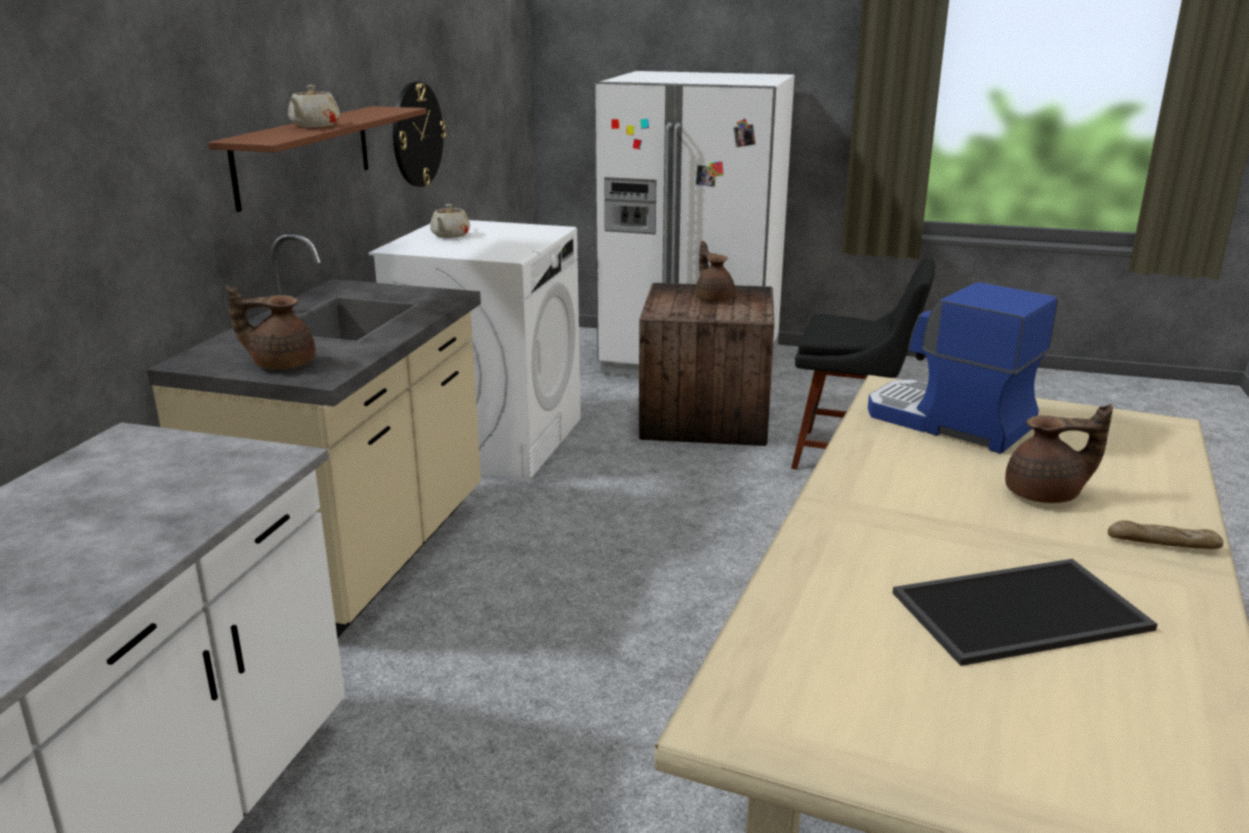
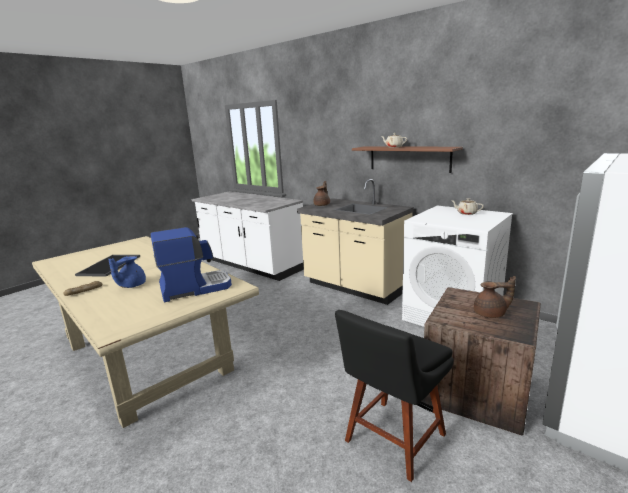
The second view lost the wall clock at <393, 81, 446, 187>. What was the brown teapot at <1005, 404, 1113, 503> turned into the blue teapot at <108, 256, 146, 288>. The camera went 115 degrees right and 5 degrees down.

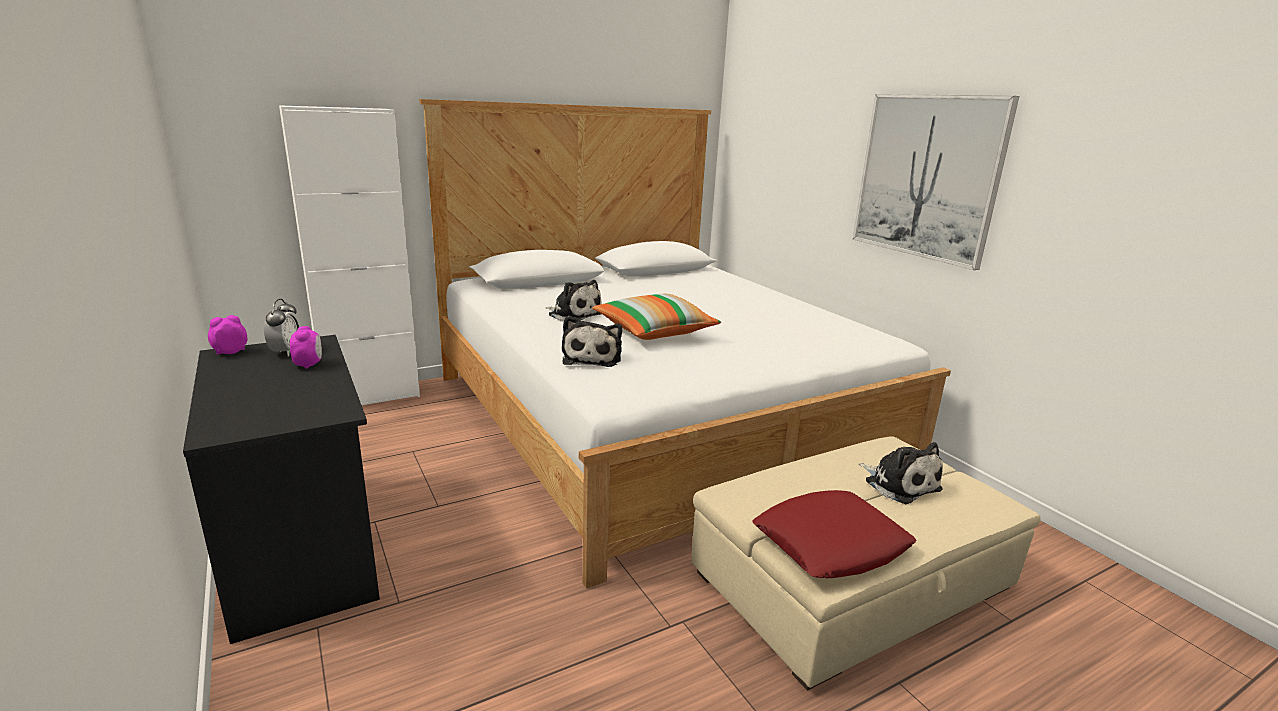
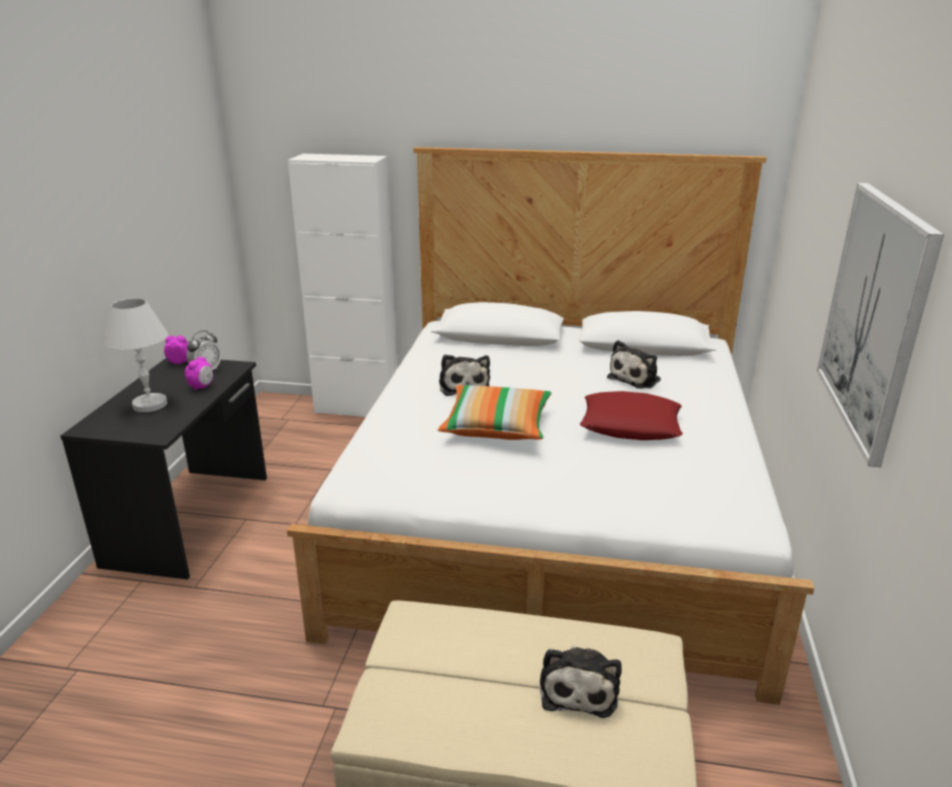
The second view gained the white table lamp at <103, 298, 168, 412>. The plush toy ended up elsewhere, having gone from <562, 316, 622, 367> to <607, 340, 661, 389>. The red pillow ended up elsewhere, having gone from <753, 490, 917, 578> to <580, 391, 683, 440>. The camera went 40 degrees right and 5 degrees up.

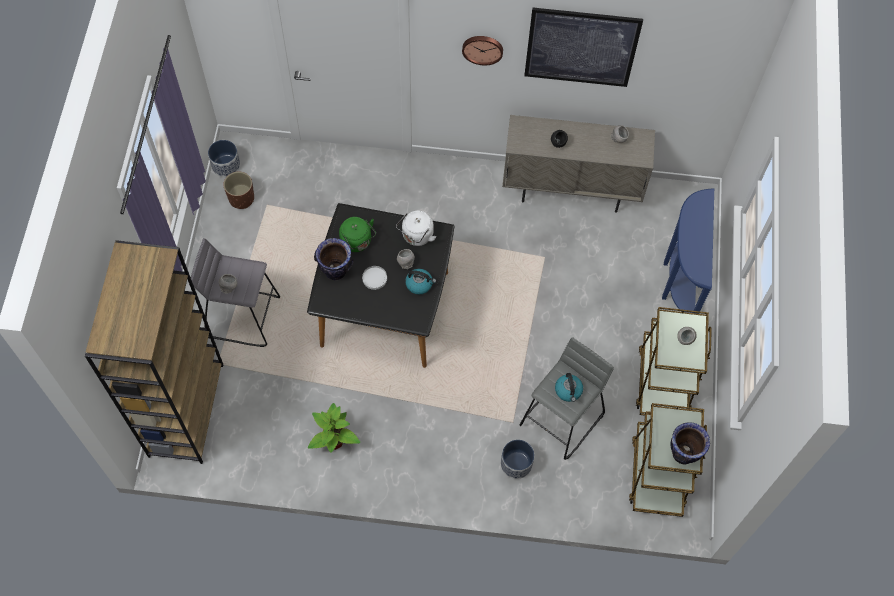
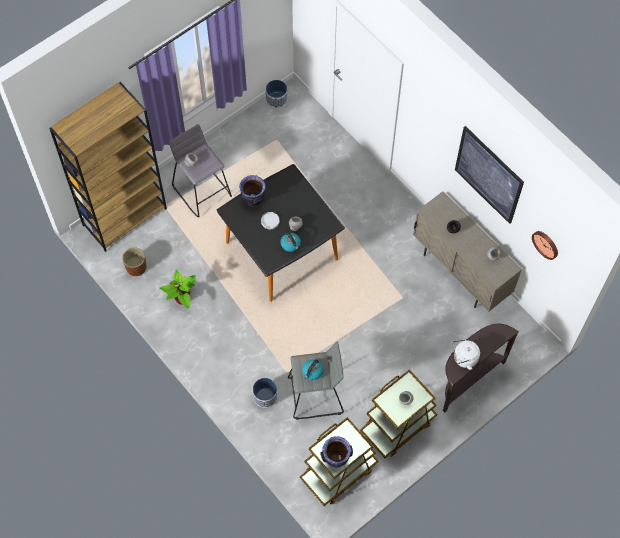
The second view lost the green kettle at <339, 217, 376, 252>. The brown planter ended up elsewhere, having gone from <223, 172, 254, 209> to <122, 247, 147, 276>. The white kettle ended up elsewhere, having gone from <396, 211, 436, 246> to <452, 339, 480, 370>. The wall clock ended up elsewhere, having gone from <462, 36, 503, 65> to <532, 231, 558, 260>. What was the blue console table at <662, 188, 714, 314> turned into the brown console table at <443, 324, 519, 412>. The camera went 45 degrees right and 0 degrees up.

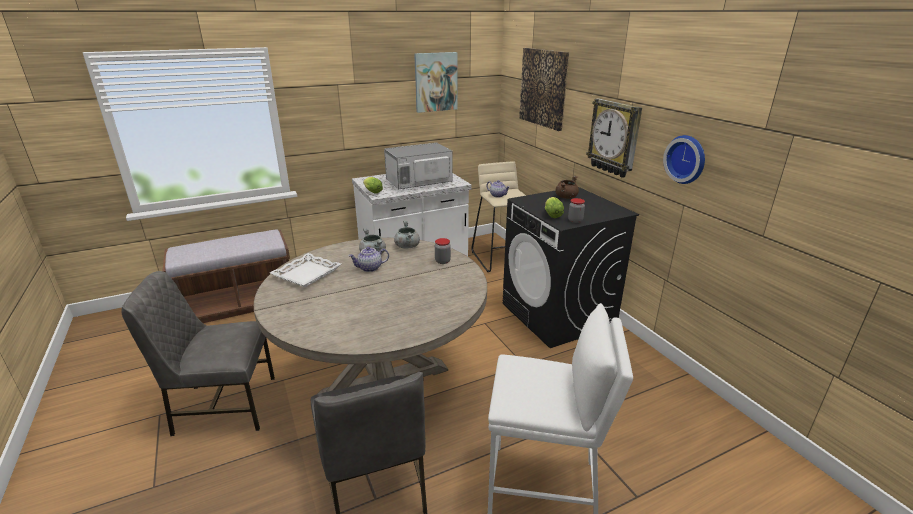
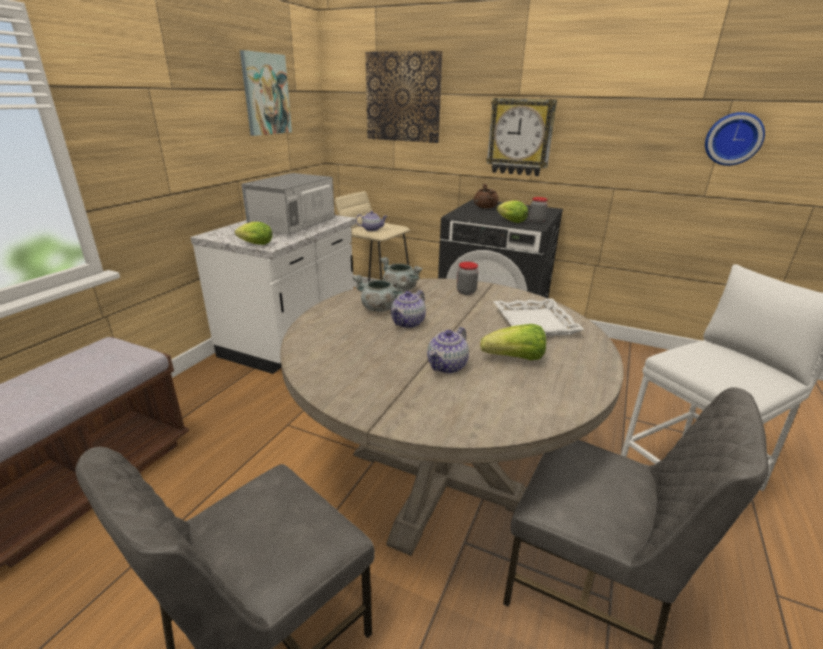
The second view gained the teapot at <427, 327, 469, 373>. The second view gained the lettuce at <480, 324, 546, 360>. The white tray ended up elsewhere, having gone from <270, 253, 341, 287> to <493, 298, 585, 336>. The wall clock ended up elsewhere, having gone from <663, 135, 705, 184> to <705, 112, 765, 166>. The camera went 40 degrees left and 0 degrees up.

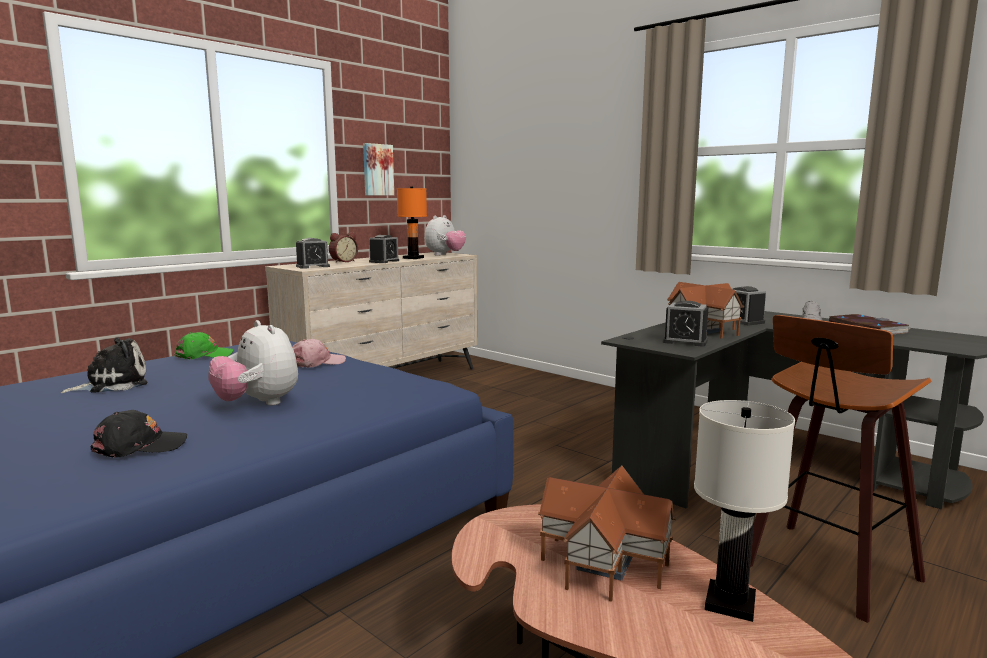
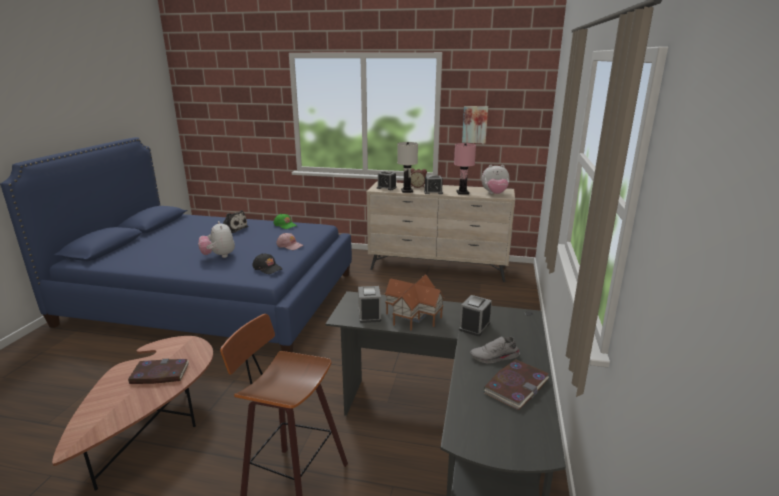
The black cap ended up elsewhere, having gone from <90, 410, 188, 458> to <252, 253, 282, 274>. The white table lamp ended up elsewhere, having gone from <694, 400, 795, 622> to <397, 142, 418, 193>. Where the toy house stood at <538, 465, 676, 602>, the book came to stand at <128, 359, 189, 384>. What was the orange table lamp at <397, 187, 427, 259> turned into the pink table lamp at <454, 143, 476, 195>. The plush toy at <208, 320, 298, 406> ended up facing another way, 45 degrees counterclockwise from before. The camera went 60 degrees right and 10 degrees up.

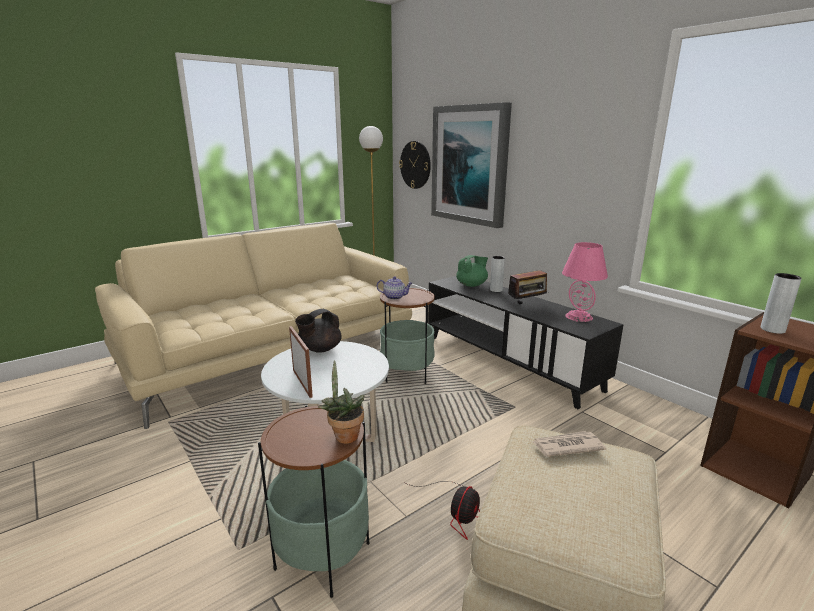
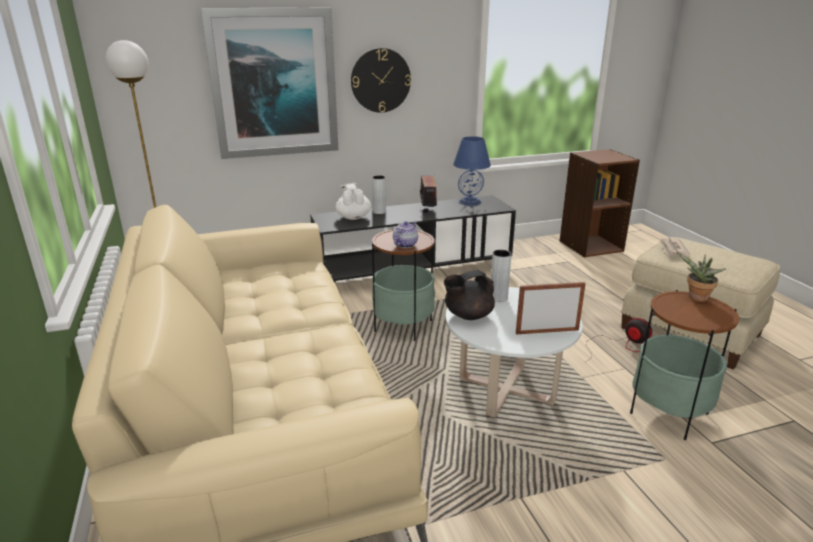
The wall clock ended up elsewhere, having gone from <399, 141, 431, 189> to <351, 48, 411, 113>. The grey vase ended up elsewhere, having gone from <760, 273, 802, 334> to <491, 250, 511, 302>. What was the green teapot at <456, 255, 488, 287> turned into the white teapot at <336, 183, 371, 220>. What was the pink table lamp at <562, 242, 608, 322> turned into the blue table lamp at <453, 136, 491, 206>. The black teapot at <295, 309, 342, 352> ended up facing another way, 90 degrees clockwise from before. The camera went 70 degrees left and 5 degrees up.

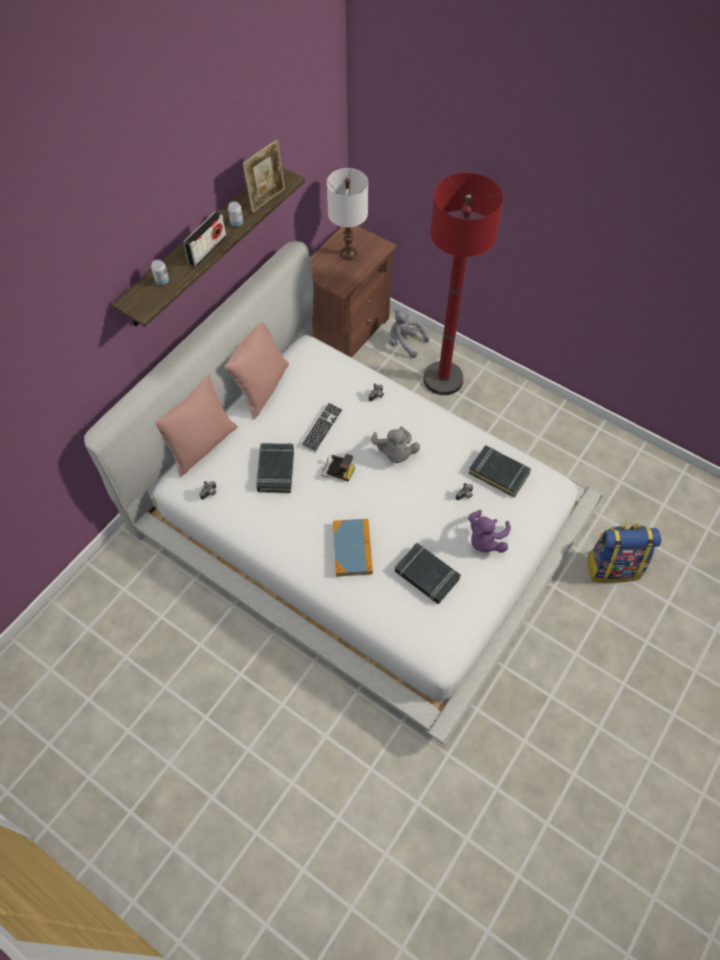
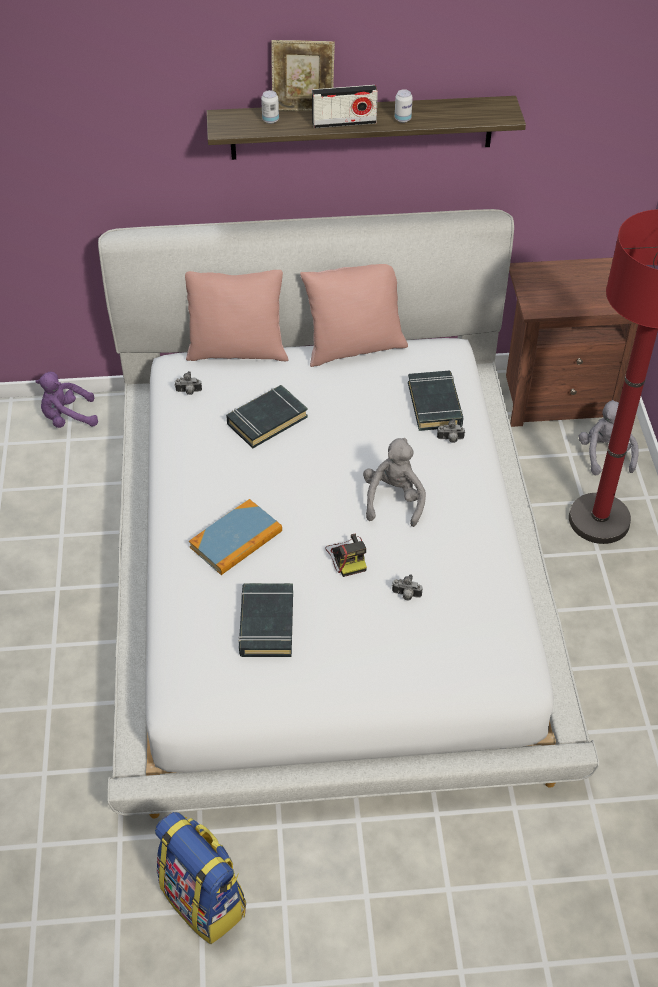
The second view lost the keyboard at <301, 402, 343, 453>. The second view lost the white table lamp at <327, 168, 368, 260>. The picture frame ended up elsewhere, having gone from <243, 139, 285, 212> to <271, 40, 335, 111>. The photo camera ended up elsewhere, having gone from <321, 454, 355, 482> to <326, 534, 367, 577>. The purple plush toy ended up elsewhere, having gone from <468, 510, 511, 553> to <35, 372, 98, 428>. The black book ended up elsewhere, having gone from <469, 445, 531, 498> to <408, 371, 463, 431>. The backpack ended up elsewhere, having gone from <587, 523, 661, 583> to <155, 812, 246, 944>. The grey plush toy at <371, 427, 420, 463> ended up facing another way, 150 degrees clockwise from before. The camera went 50 degrees right and 10 degrees down.

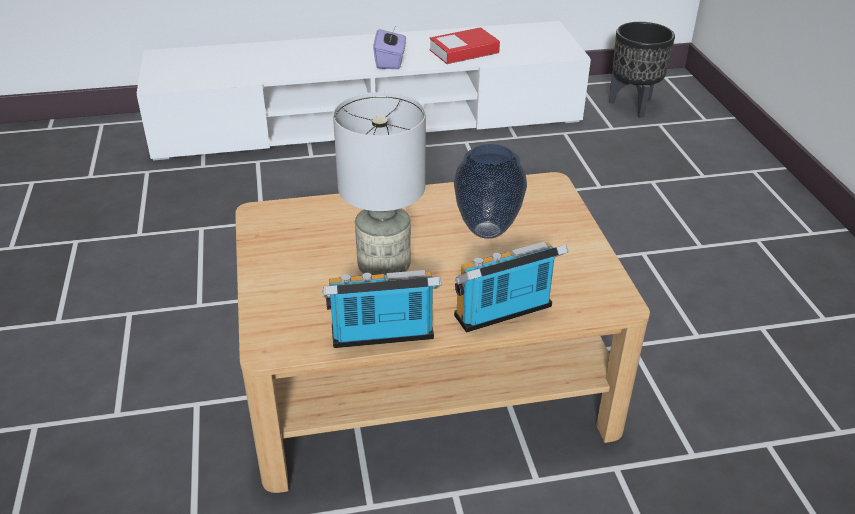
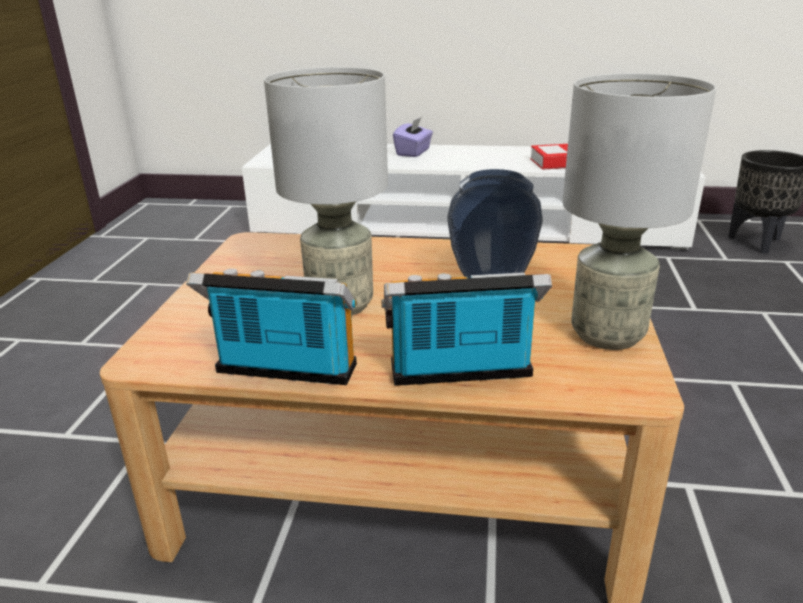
The second view gained the grey table lamp at <563, 73, 716, 350>. The purple tissue box ended up elsewhere, having gone from <373, 25, 406, 69> to <393, 117, 433, 157>. The camera went 20 degrees right and 10 degrees down.

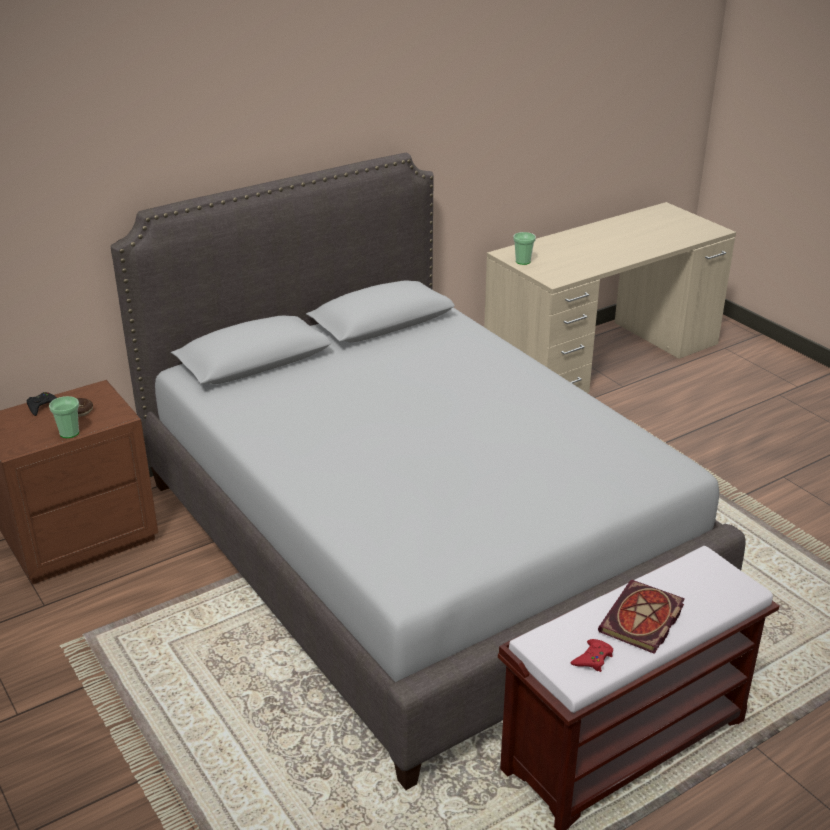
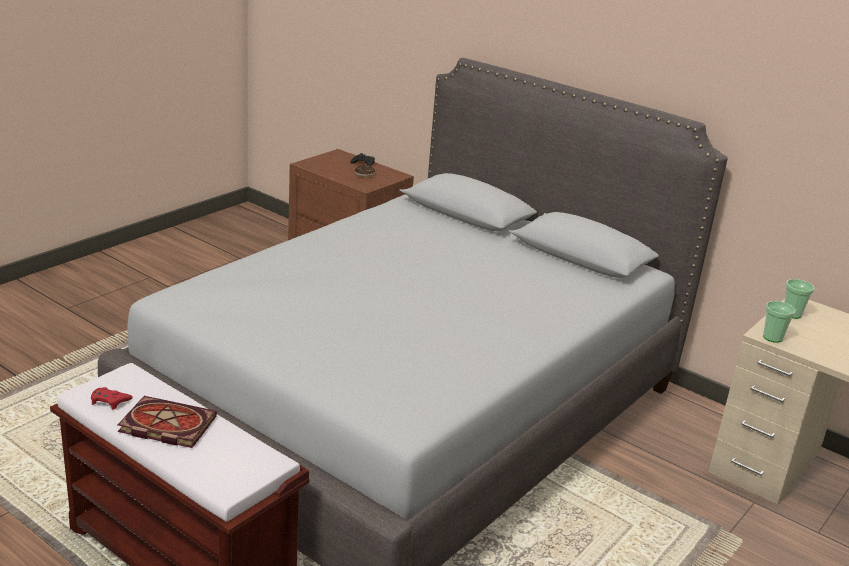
The cup ended up elsewhere, having gone from <49, 396, 79, 438> to <763, 301, 796, 343>. The camera went 70 degrees right and 5 degrees down.

